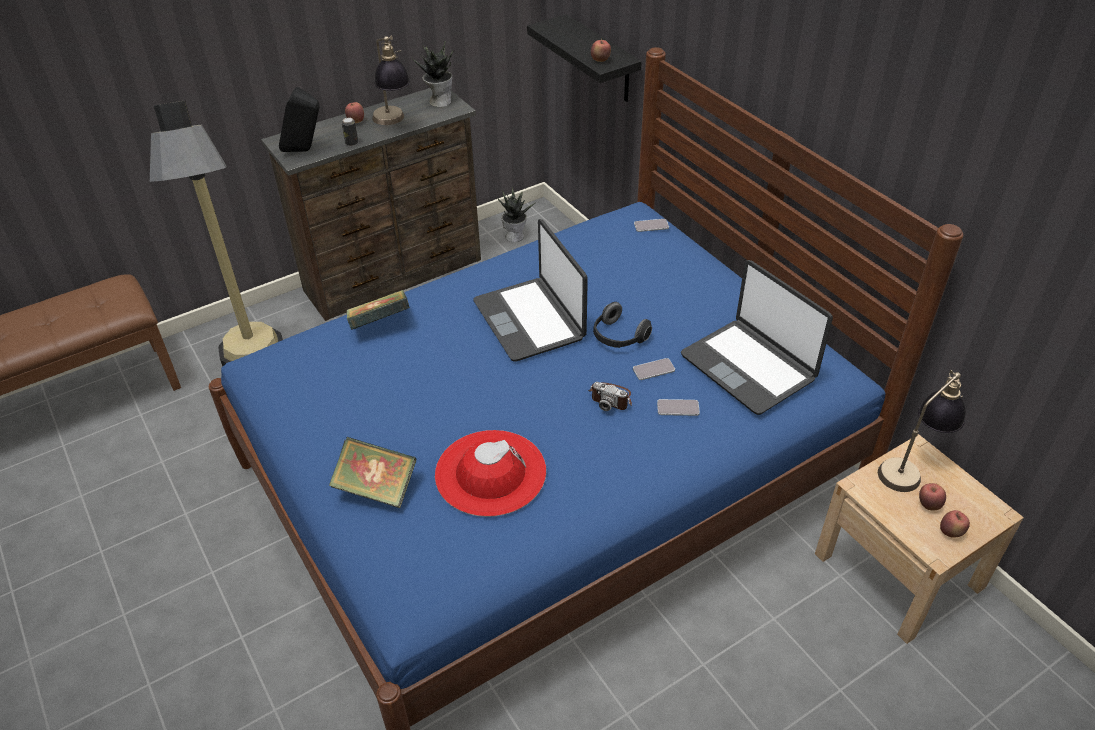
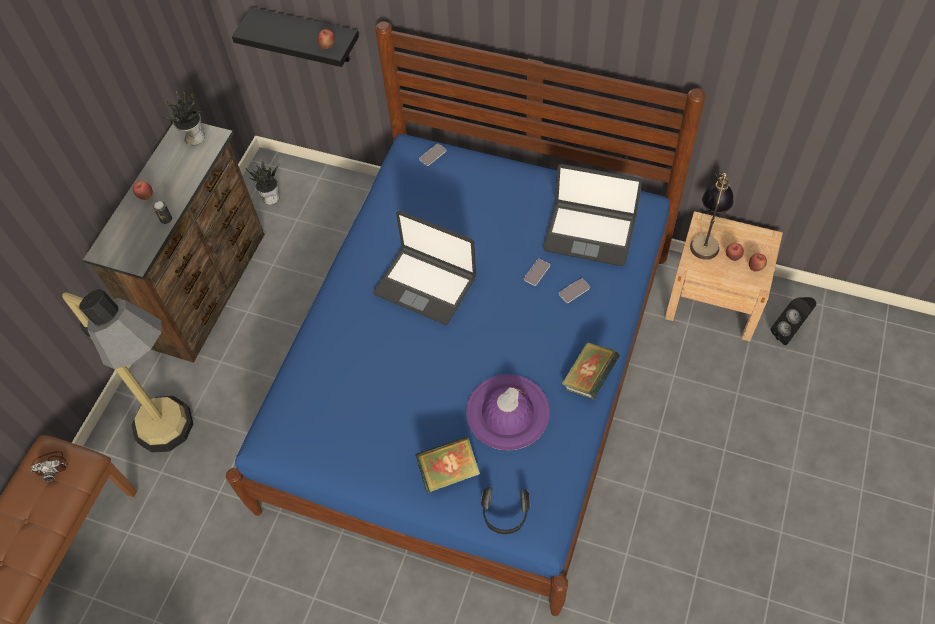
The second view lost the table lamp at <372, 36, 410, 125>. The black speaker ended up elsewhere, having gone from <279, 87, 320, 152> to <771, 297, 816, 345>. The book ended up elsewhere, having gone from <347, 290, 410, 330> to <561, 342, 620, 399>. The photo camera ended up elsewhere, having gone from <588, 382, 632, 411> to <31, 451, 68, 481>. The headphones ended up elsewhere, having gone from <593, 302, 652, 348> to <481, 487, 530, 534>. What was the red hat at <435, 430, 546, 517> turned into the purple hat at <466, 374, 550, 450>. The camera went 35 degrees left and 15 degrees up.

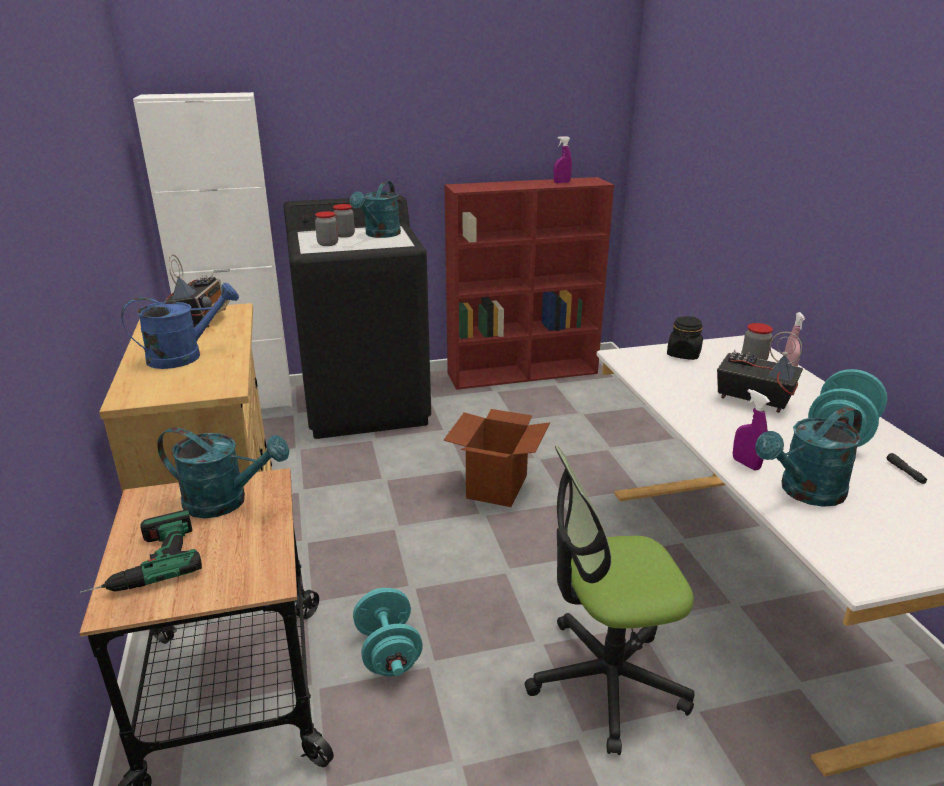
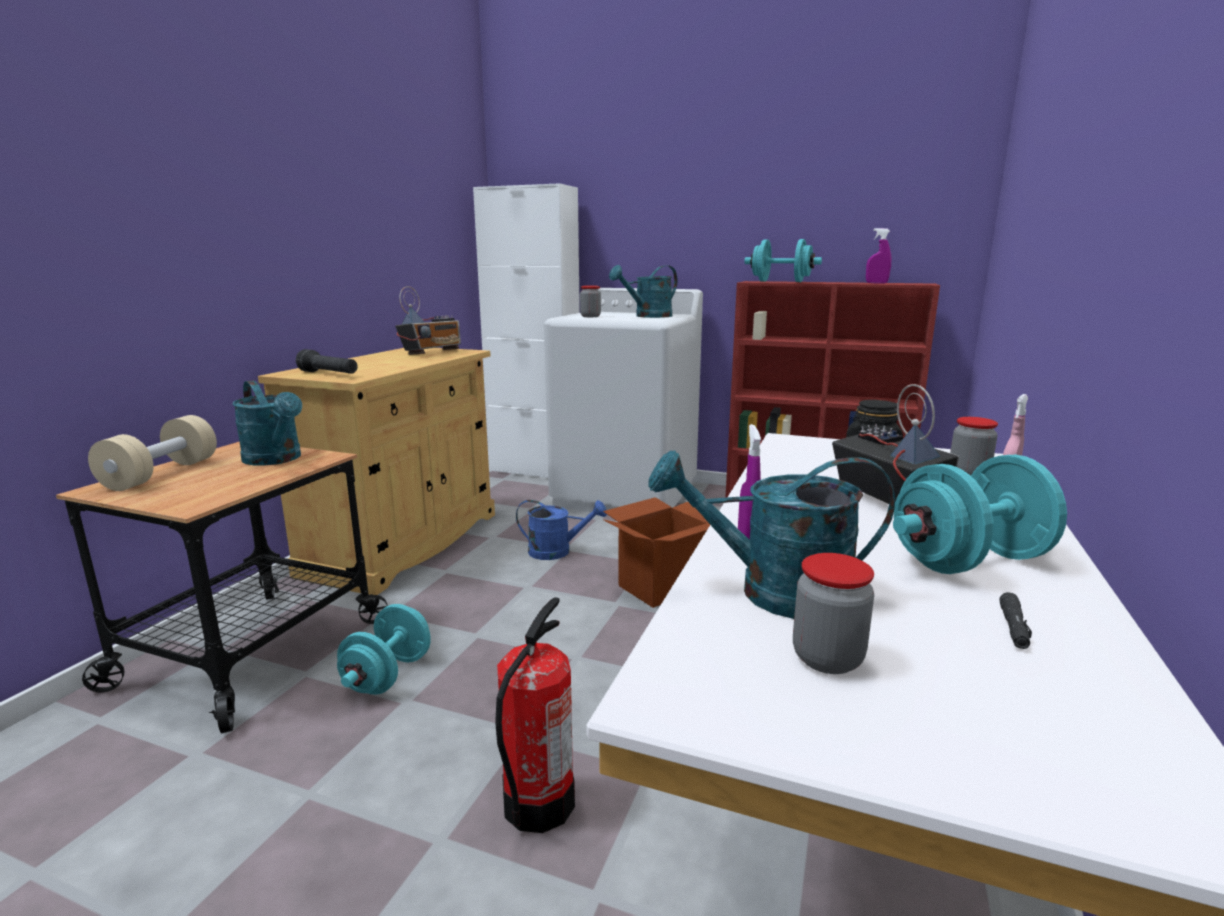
The second view gained the black flashlight at <296, 349, 358, 374>. The second view gained the turquoise dumbbell at <744, 239, 822, 282>. The blue watering can ended up elsewhere, having gone from <121, 282, 239, 369> to <516, 500, 607, 560>. The jar ended up elsewhere, having gone from <333, 204, 355, 238> to <793, 553, 874, 674>. Where the power drill stood at <80, 509, 202, 593>, the beige dumbbell came to stand at <88, 415, 217, 491>. Where the office chair stood at <524, 446, 694, 755>, the fire extinguisher came to stand at <495, 597, 575, 833>. What was the black washing machine at <283, 196, 431, 439> turned into the white washing machine at <544, 288, 703, 512>. The camera went 35 degrees right and 10 degrees down.

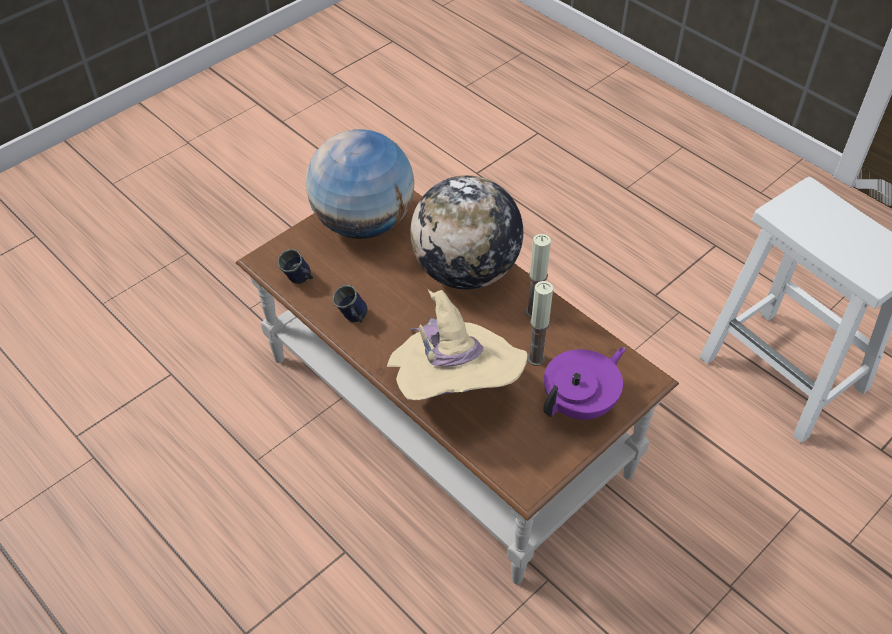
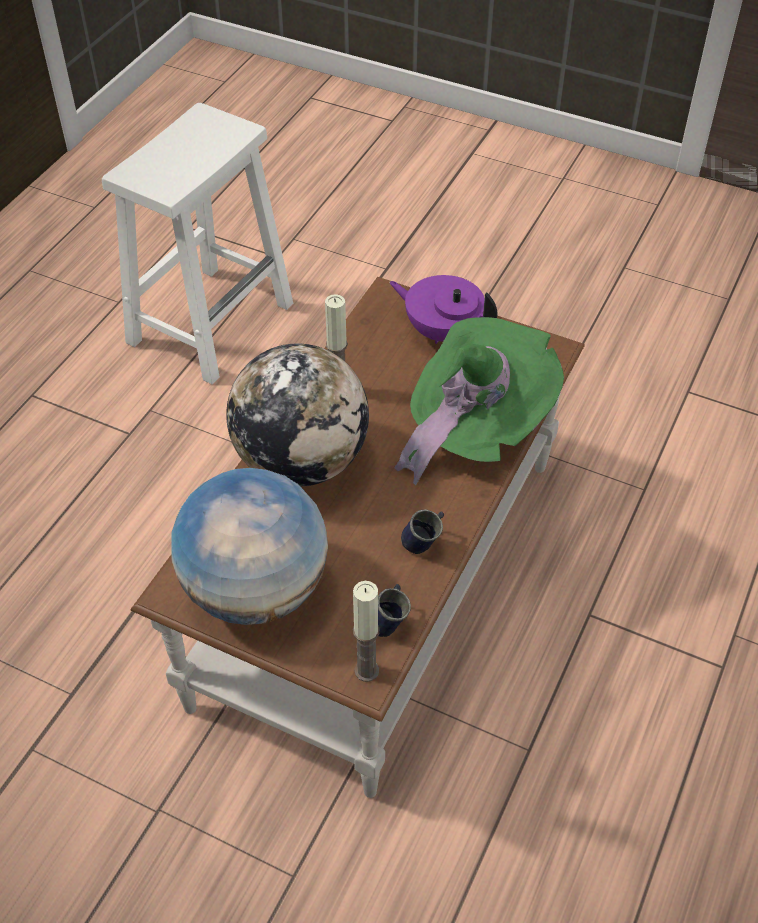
The candle ended up elsewhere, having gone from <527, 281, 553, 366> to <353, 581, 380, 682>. What was the beige hat at <387, 290, 528, 400> turned into the green hat at <394, 317, 564, 486>. The camera went 110 degrees left and 0 degrees up.

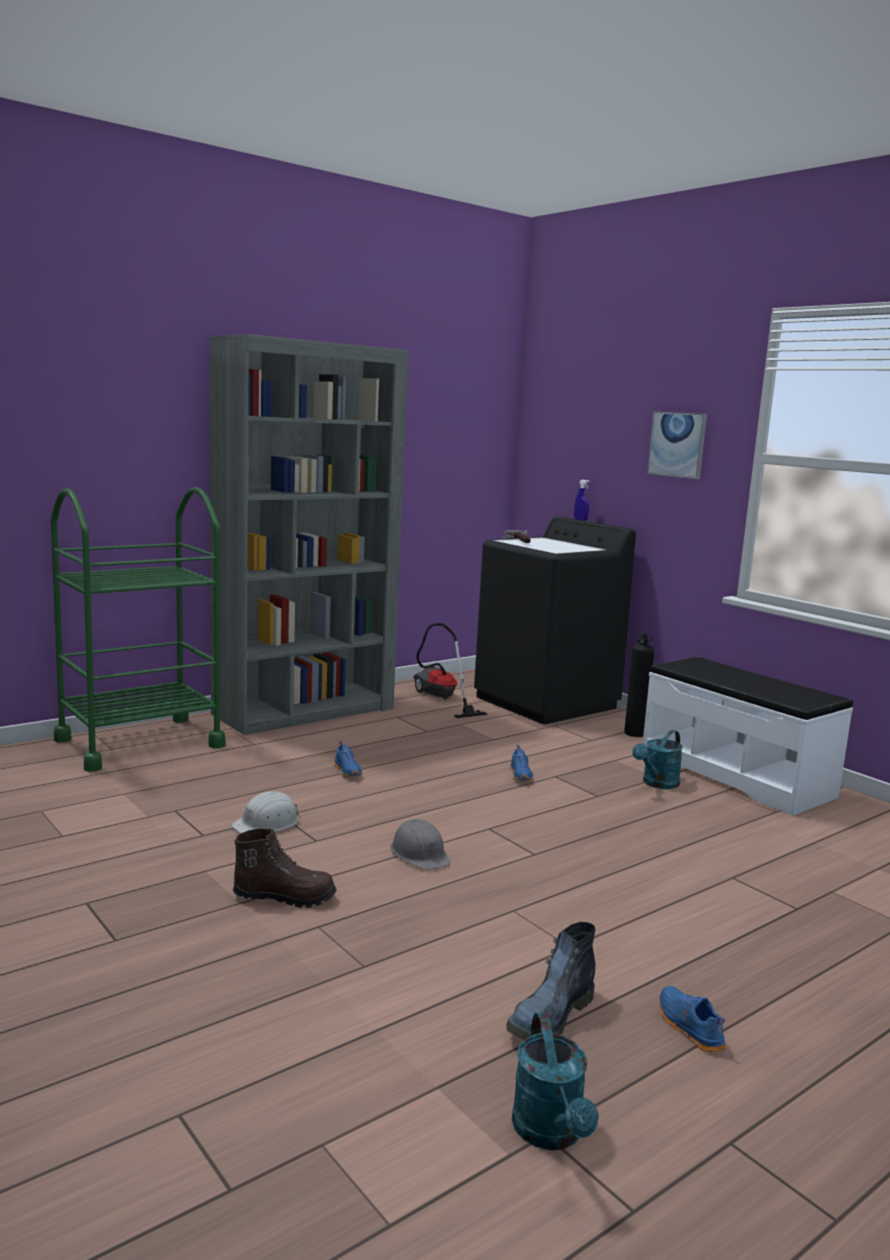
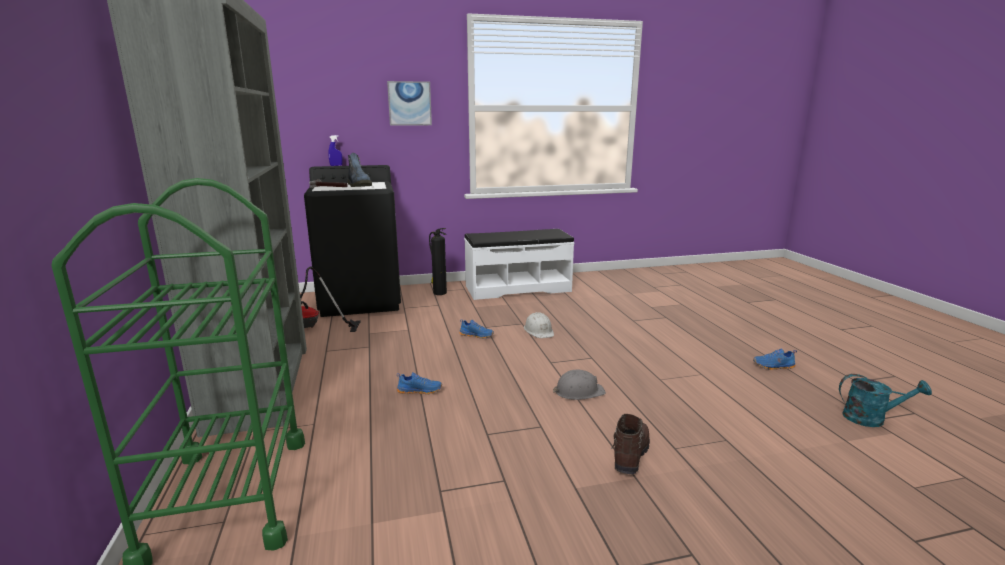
The second view lost the turquoise watering can at <632, 730, 683, 789>. The white hard hat ended up elsewhere, having gone from <231, 791, 299, 834> to <524, 312, 554, 338>. The boot ended up elsewhere, having gone from <506, 922, 596, 1040> to <348, 153, 372, 187>. The camera went 65 degrees left and 5 degrees up.

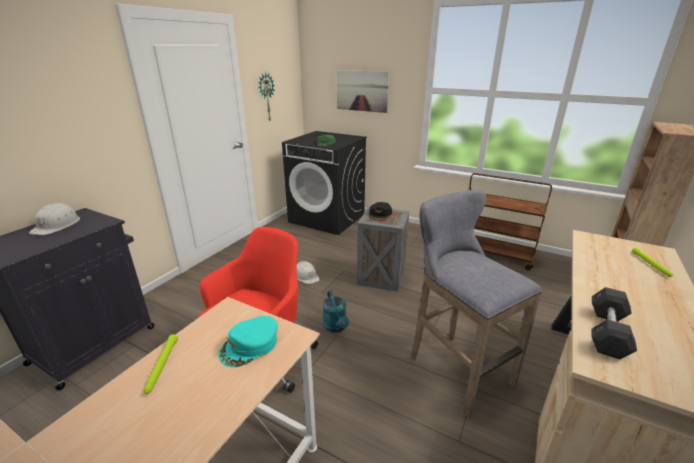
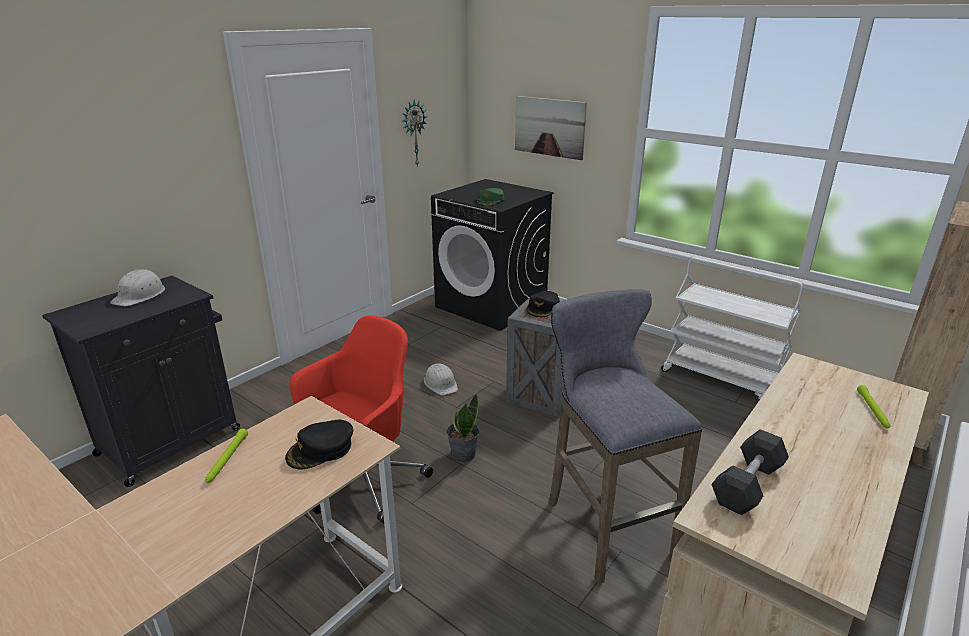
Where the turquoise watering can stood at <323, 290, 349, 333>, the potted plant came to stand at <447, 393, 479, 462>. What was the turquoise cap at <218, 316, 278, 368> turned into the black cap at <285, 420, 353, 469>. What was the brown cart at <468, 173, 552, 270> turned into the white cart at <661, 257, 803, 399>. The camera went 10 degrees right and 0 degrees up.

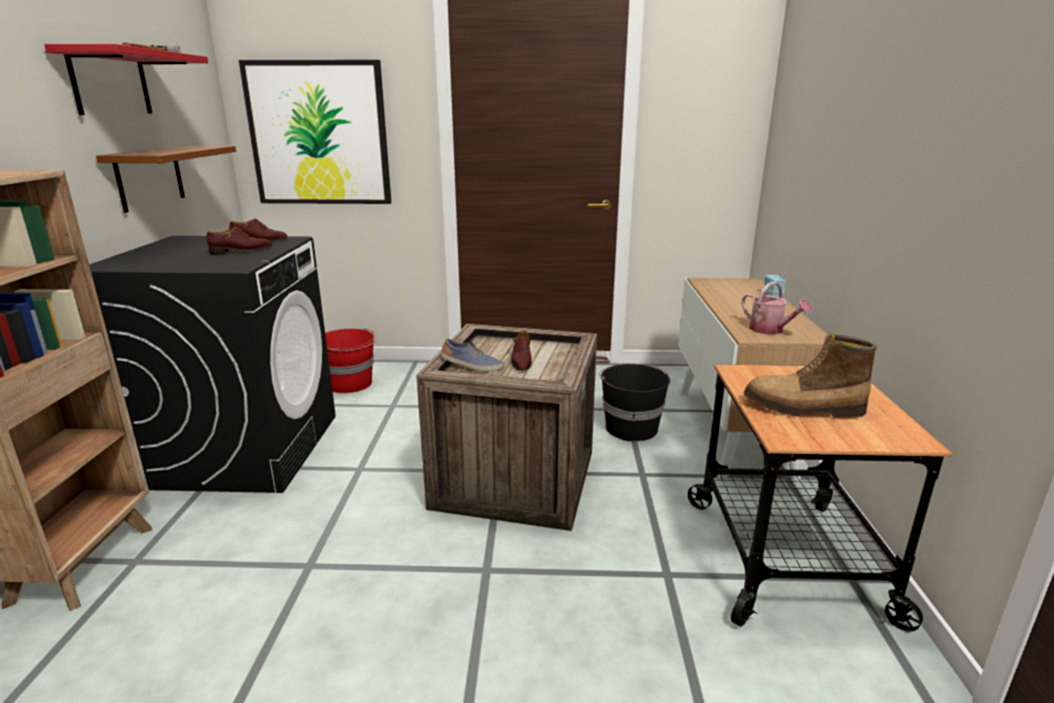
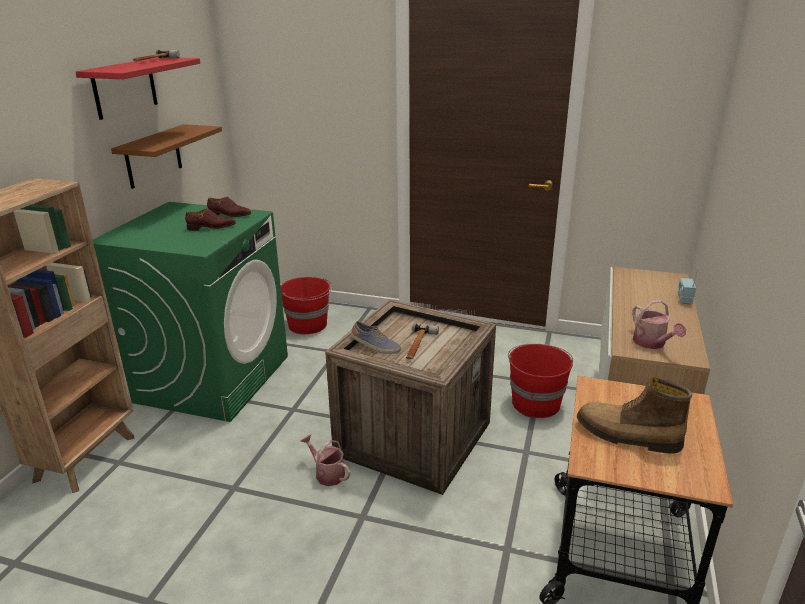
The second view lost the picture at <239, 60, 391, 204>. The second view gained the watering can at <301, 434, 350, 486>. Where the brown shoe stood at <511, 331, 532, 371>, the hammer came to stand at <406, 324, 439, 359>. What was the black washing machine at <89, 236, 336, 493> turned into the green washing machine at <93, 202, 288, 422>. What was the black bucket at <599, 364, 670, 442> turned into the red bucket at <508, 344, 573, 418>. The camera went 15 degrees right and 5 degrees up.

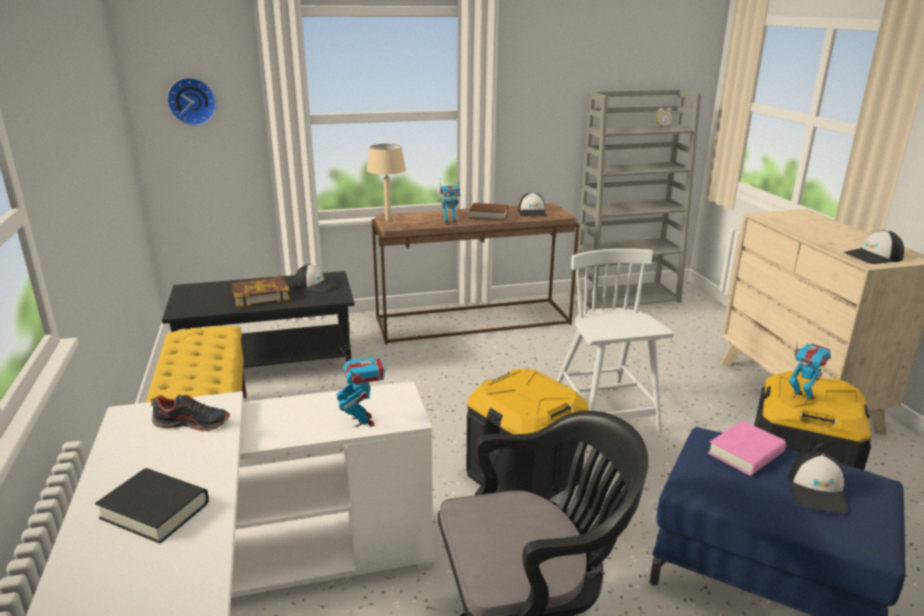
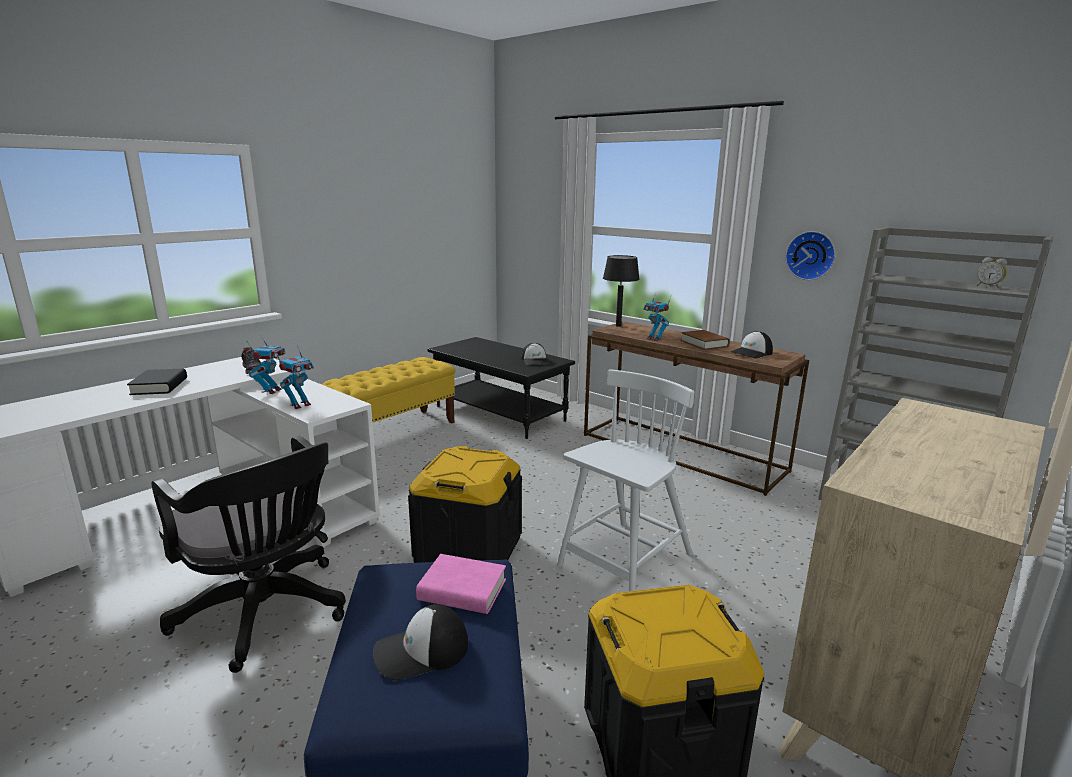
The second view lost the book at <232, 277, 291, 308>. The second view lost the cap at <844, 230, 904, 264>. The wall clock ended up elsewhere, having gone from <167, 78, 217, 126> to <785, 231, 835, 280>. The toy robot ended up elsewhere, having gone from <789, 343, 831, 403> to <248, 335, 285, 394>. What was the beige table lamp at <367, 144, 406, 221> turned into the black table lamp at <603, 255, 640, 327>. The camera went 55 degrees right and 5 degrees down.

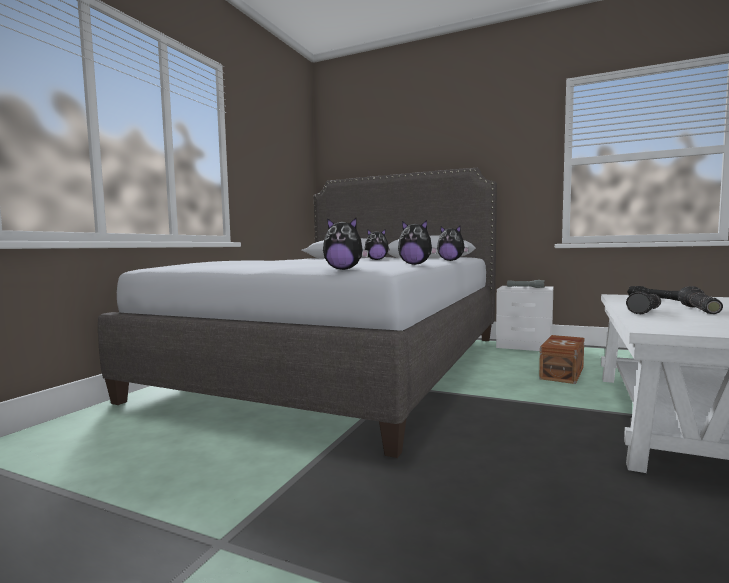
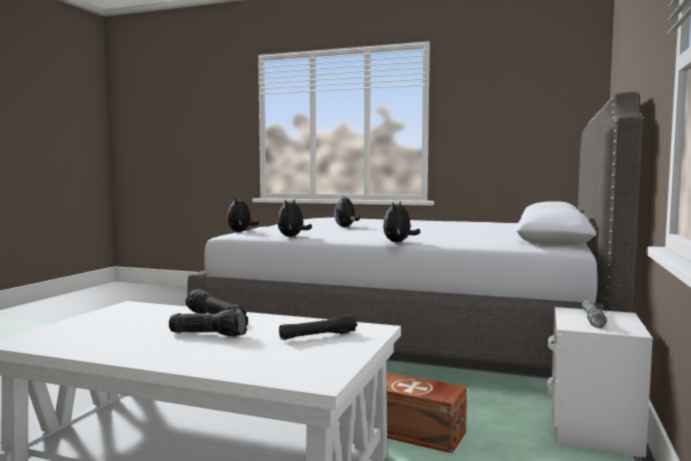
The plush toy ended up elsewhere, having gone from <365, 229, 390, 260> to <334, 195, 360, 227>. The camera went 85 degrees right and 0 degrees up.

